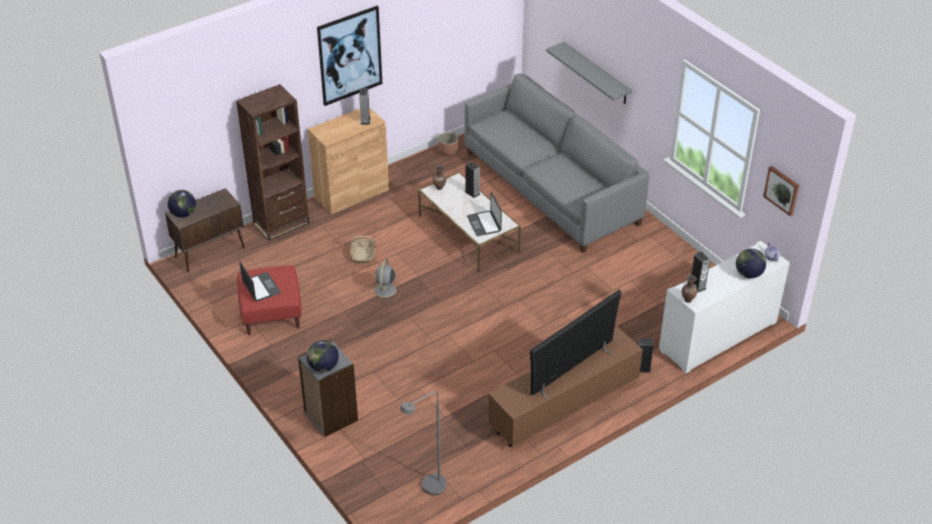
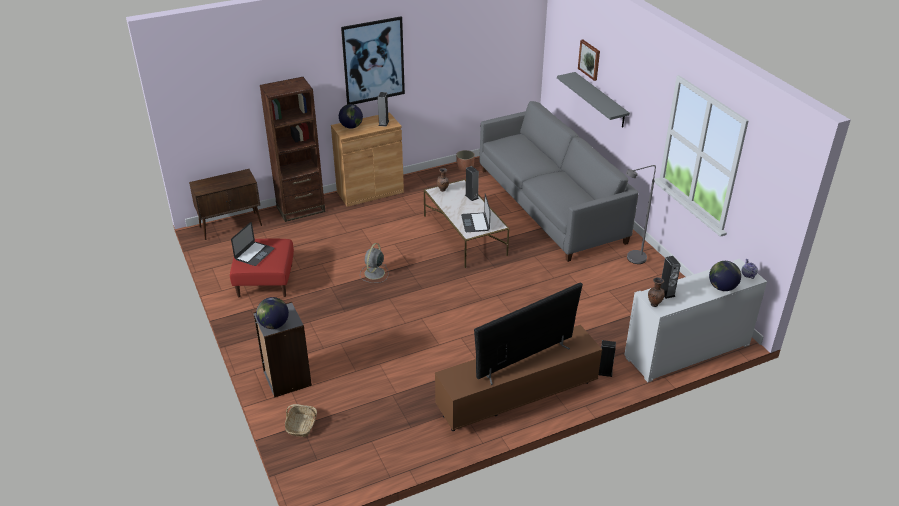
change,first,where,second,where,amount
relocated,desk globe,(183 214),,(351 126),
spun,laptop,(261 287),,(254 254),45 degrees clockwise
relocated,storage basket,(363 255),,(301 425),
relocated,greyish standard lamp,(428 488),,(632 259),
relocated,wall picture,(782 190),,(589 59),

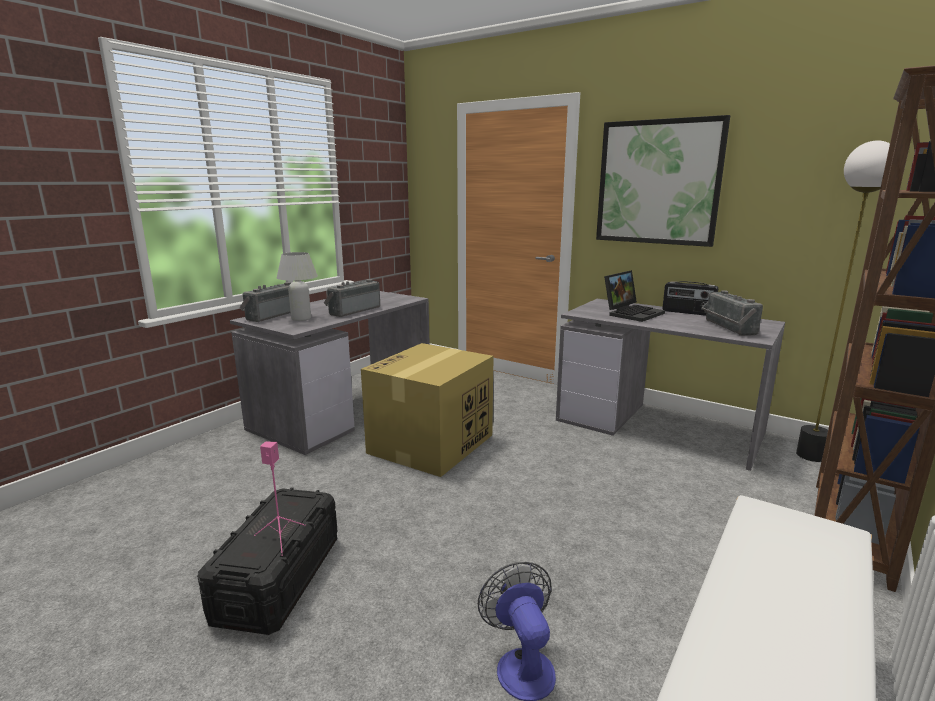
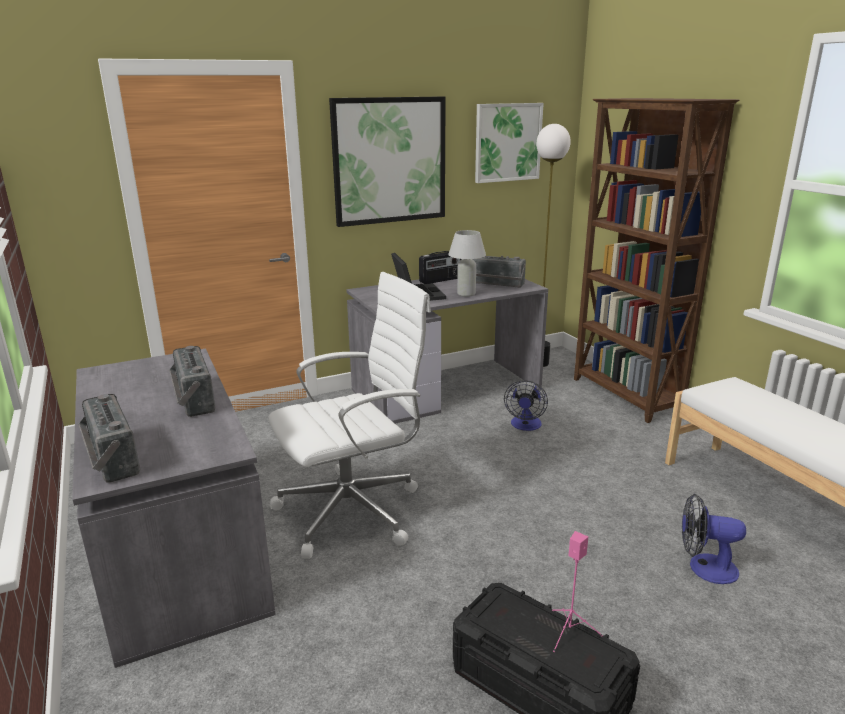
change,first,where,second,where,amount
relocated,white-coloured lamp for a table,(301 319),,(466 294),
exchanged,cardboard box,(430 444),white-coloured office chair,(354 510),
appeared,,,wall picture,(507 142),
appeared,,,electric fan,(525 426),

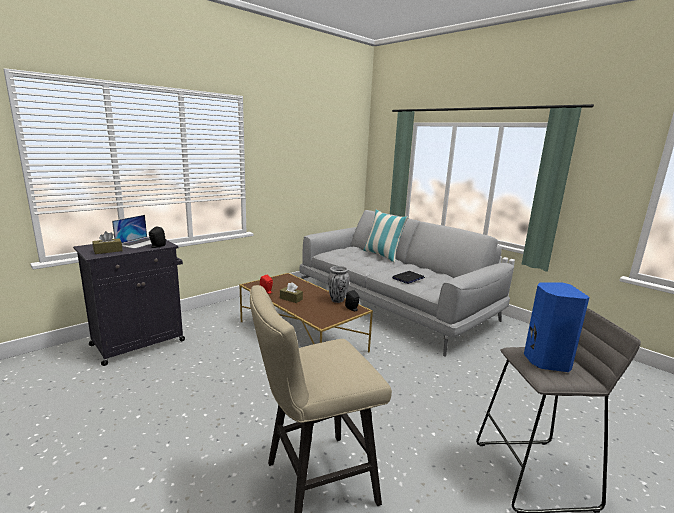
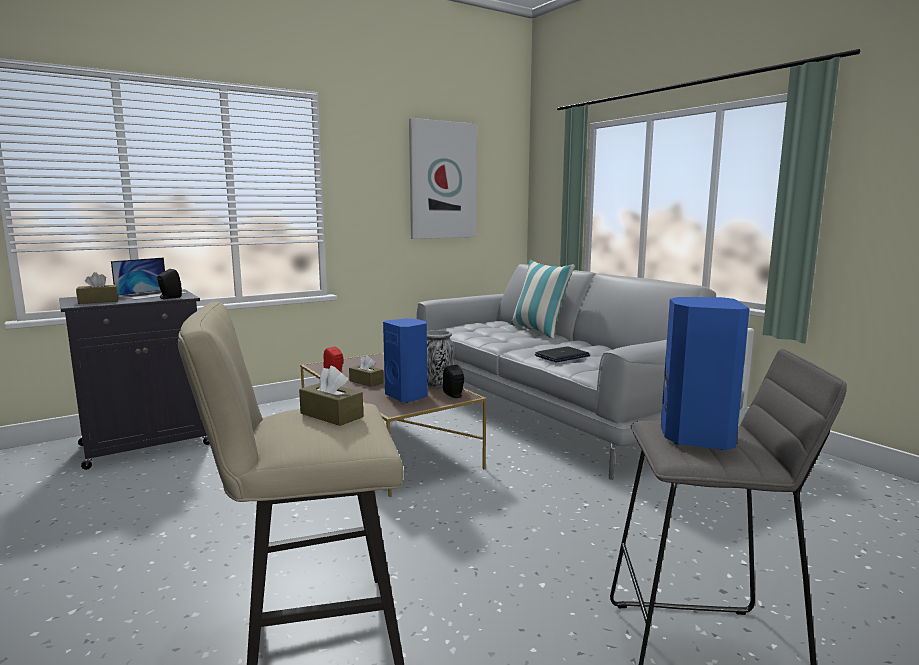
change,first,where,second,where,amount
appeared,,,brown-coloured tissue holder,(331 415),
appeared,,,bluish speaker,(408 396),
appeared,,,wall picture,(442 180),

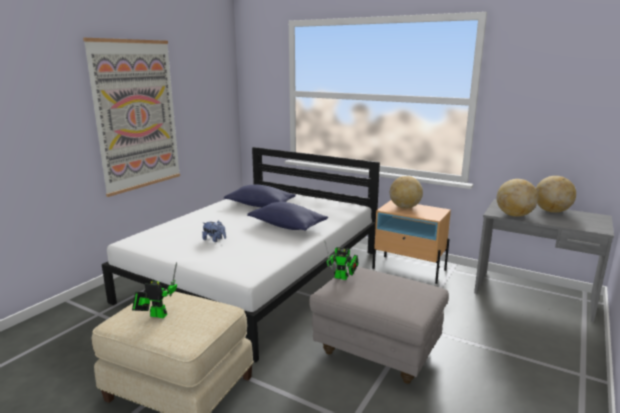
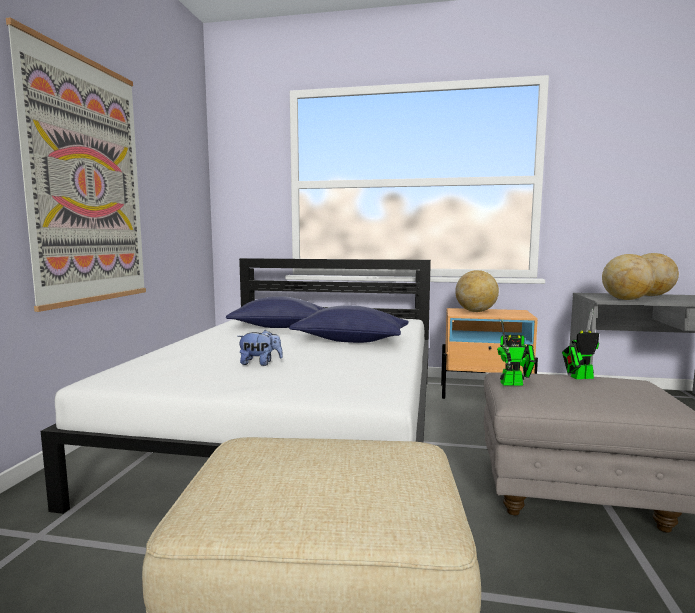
change,first,where,second,where,amount
relocated,robot figure,(156 315),,(578 377),

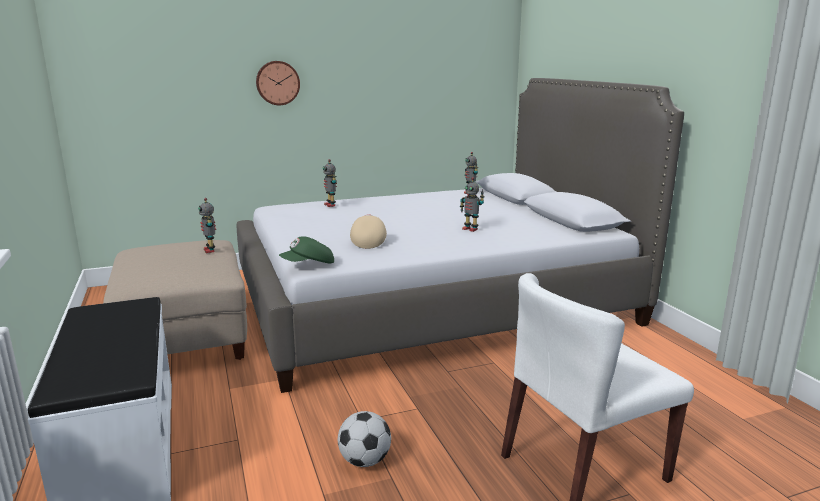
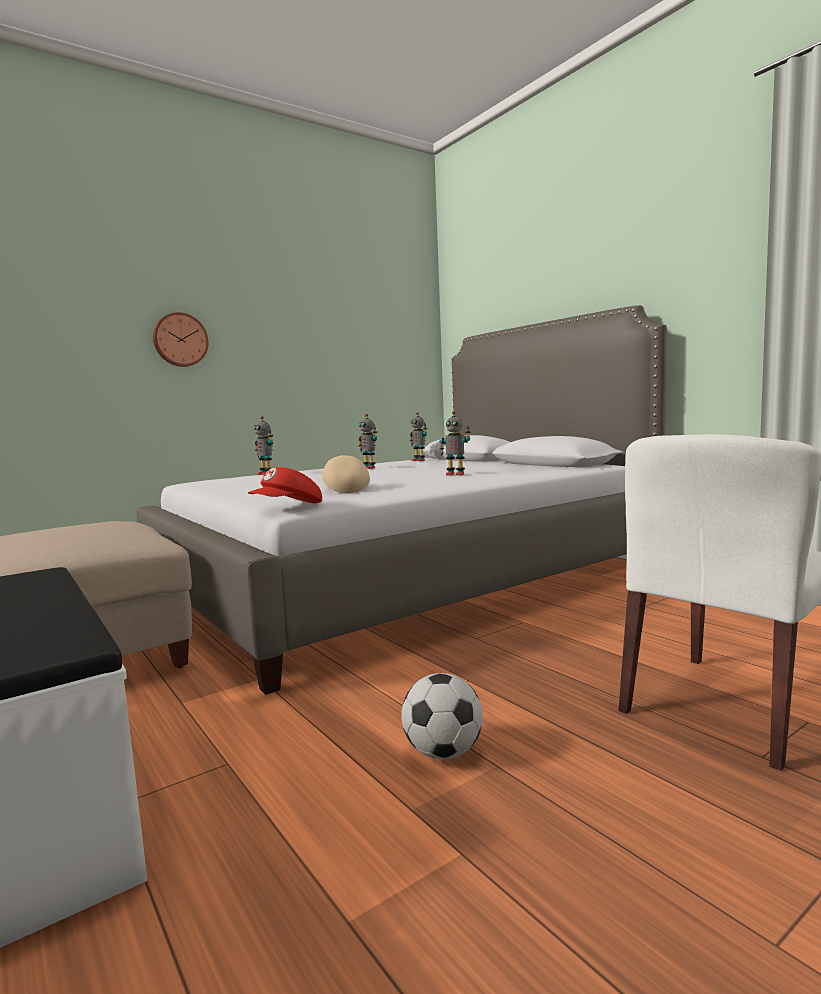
change,first,where,second,where,amount
relocated,robot figure,(210 250),,(368 468),
colour,green-coloured cap,(308 265),reddish cap,(288 507),

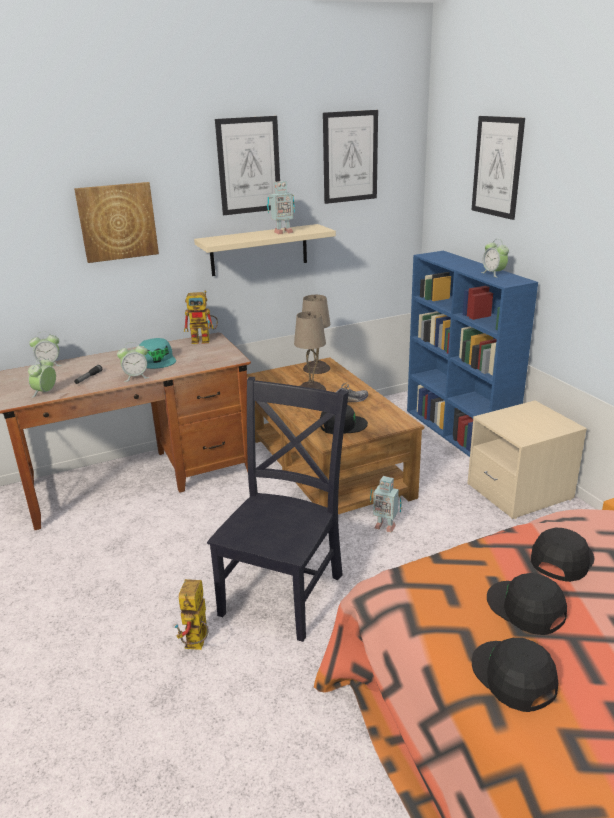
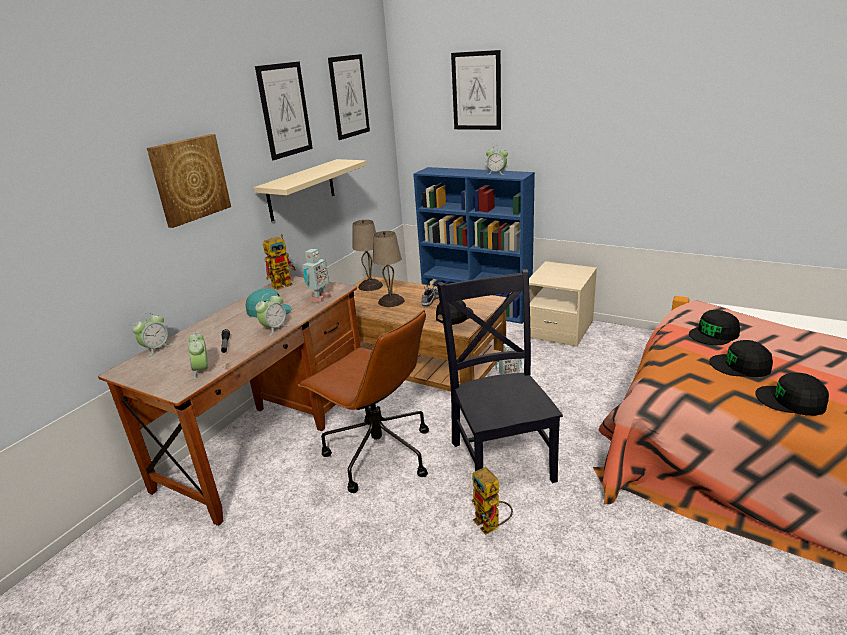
change,first,where,second,where,amount
relocated,robot figure,(282 232),,(319 298),
spun,black-coloured cap,(561 559),,(714 334),120 degrees counterclockwise
appeared,,,brown-coloured office chair,(377 454),

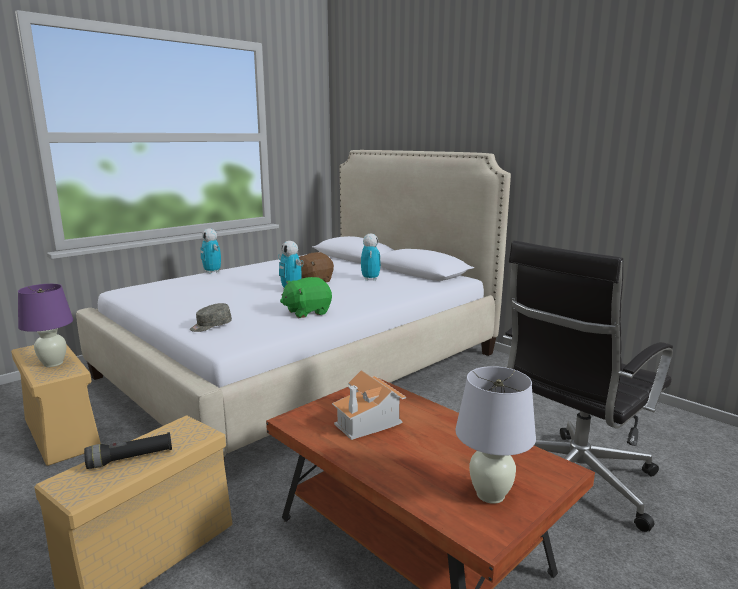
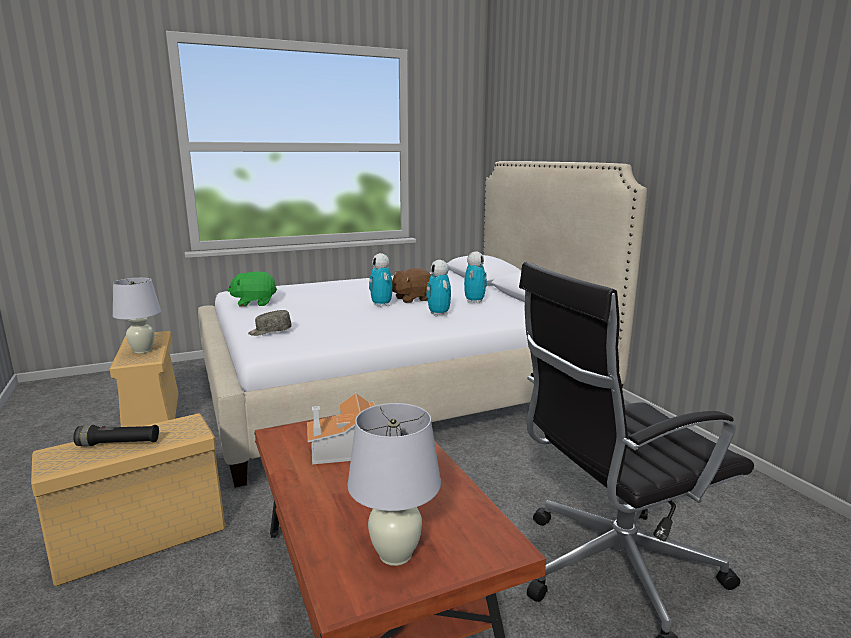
change,first,where,second,where,amount
colour,purplish lamp for a table,(53 363),white-coloured lamp for a table,(142 351),
relocated,robot figure,(212 272),,(439 314),
relocated,green-coloured soft toy,(307 312),,(254 303),

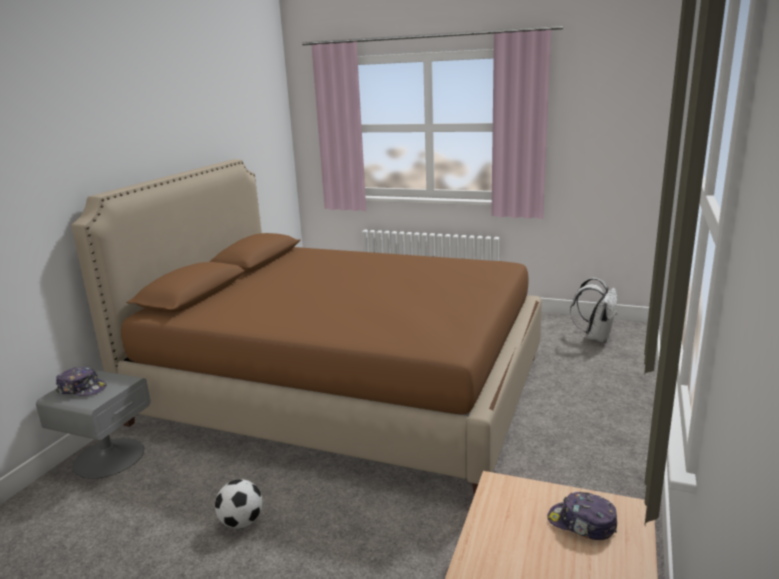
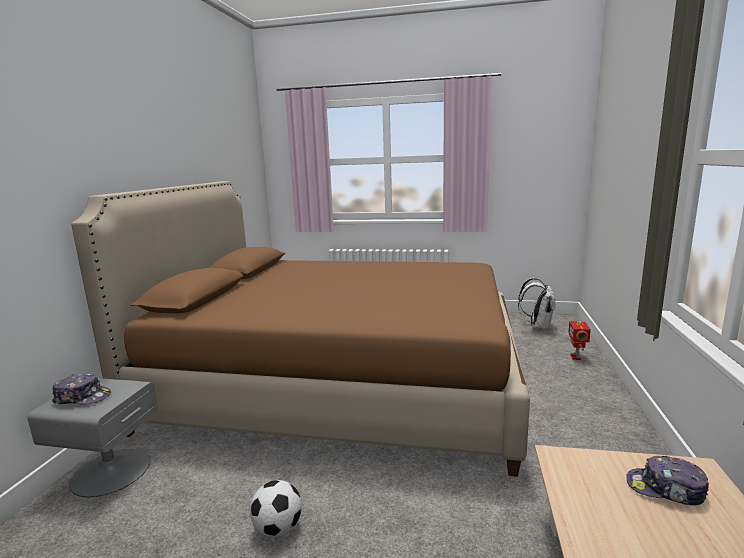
change,first,where,second,where,amount
appeared,,,robot figure,(576 357),

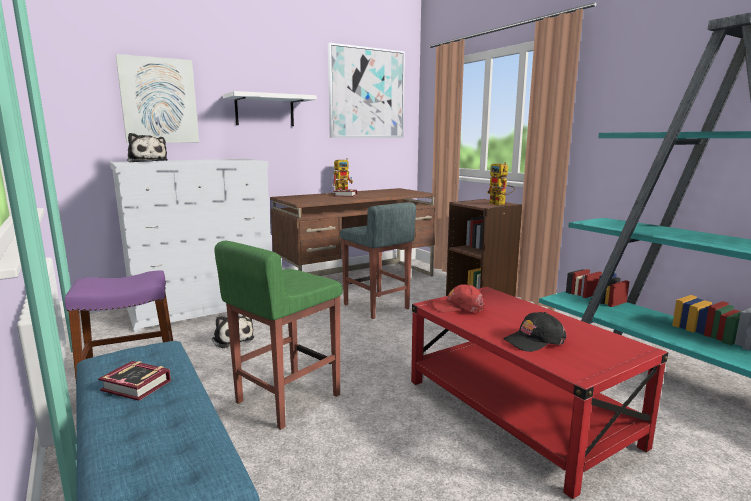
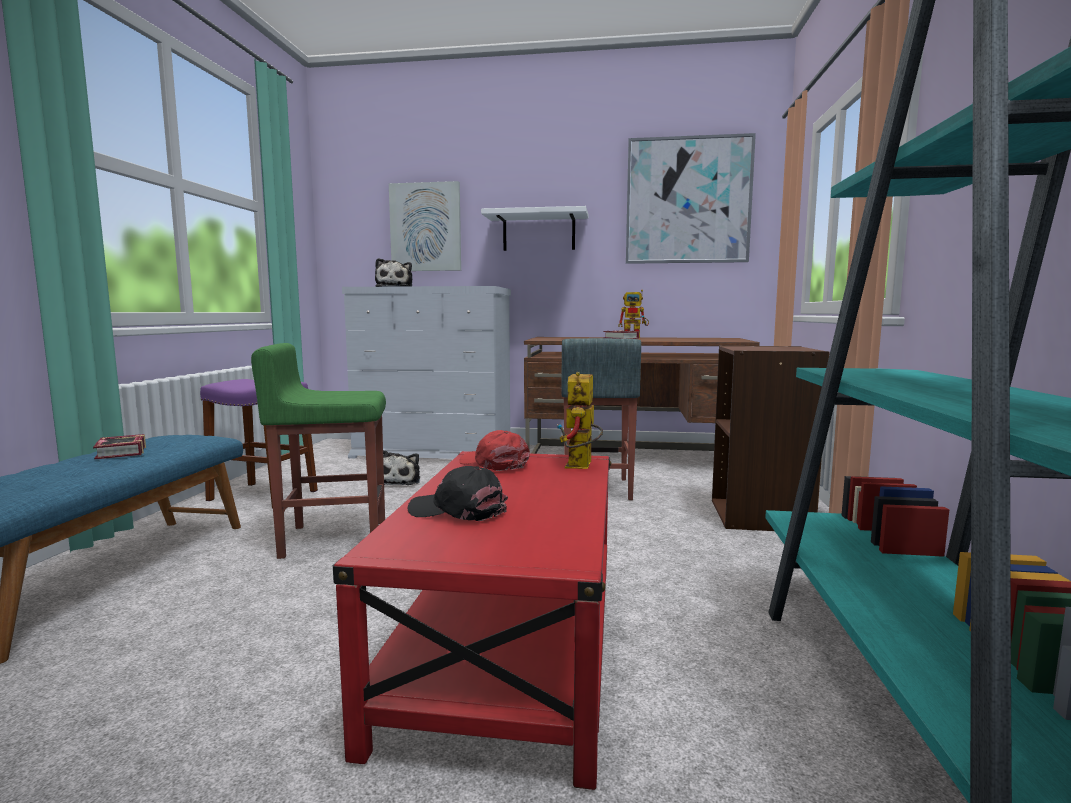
change,first,where,second,where,amount
relocated,robot figure,(500 204),,(581 467),

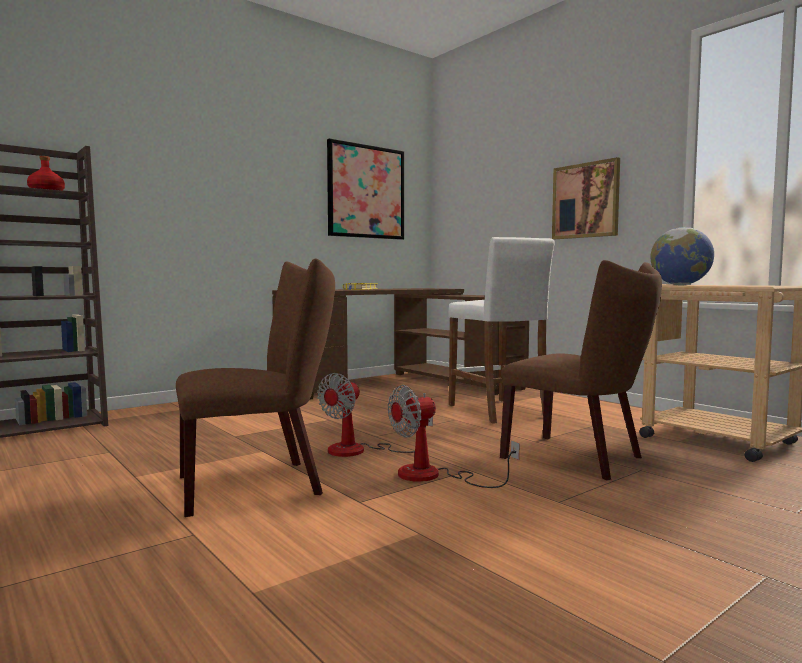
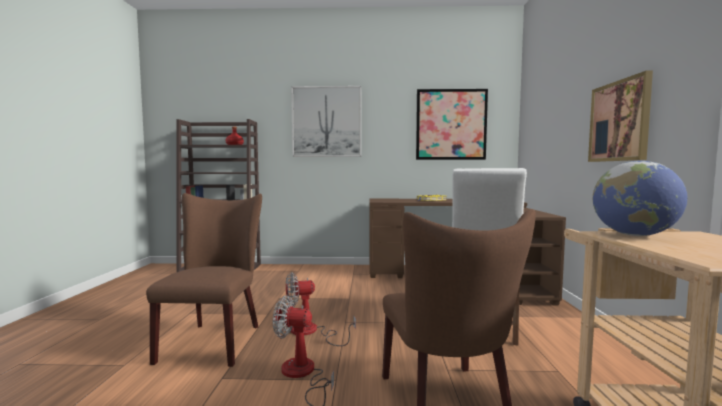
change,first,where,second,where,amount
spun,brown-coloured plain chair,(259 484),,(214 340),105 degrees counterclockwise
appeared,,,wall picture,(326 122),

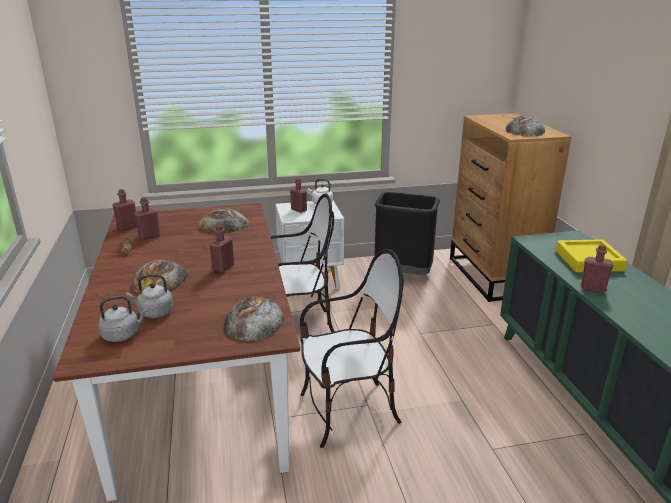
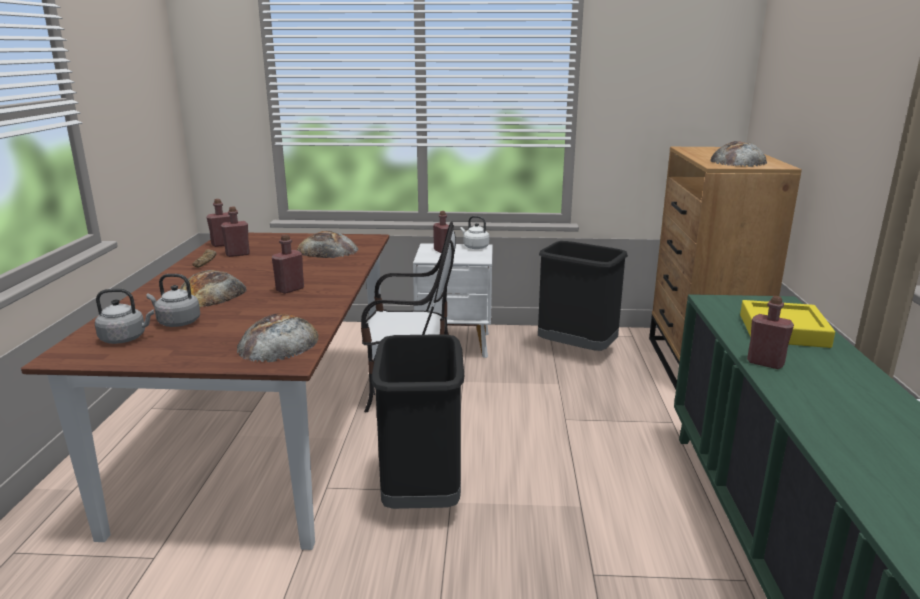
change,first,where,second,where,amount
exchanged,plain chair,(348 412),black-coloured waste bin,(422 495),

